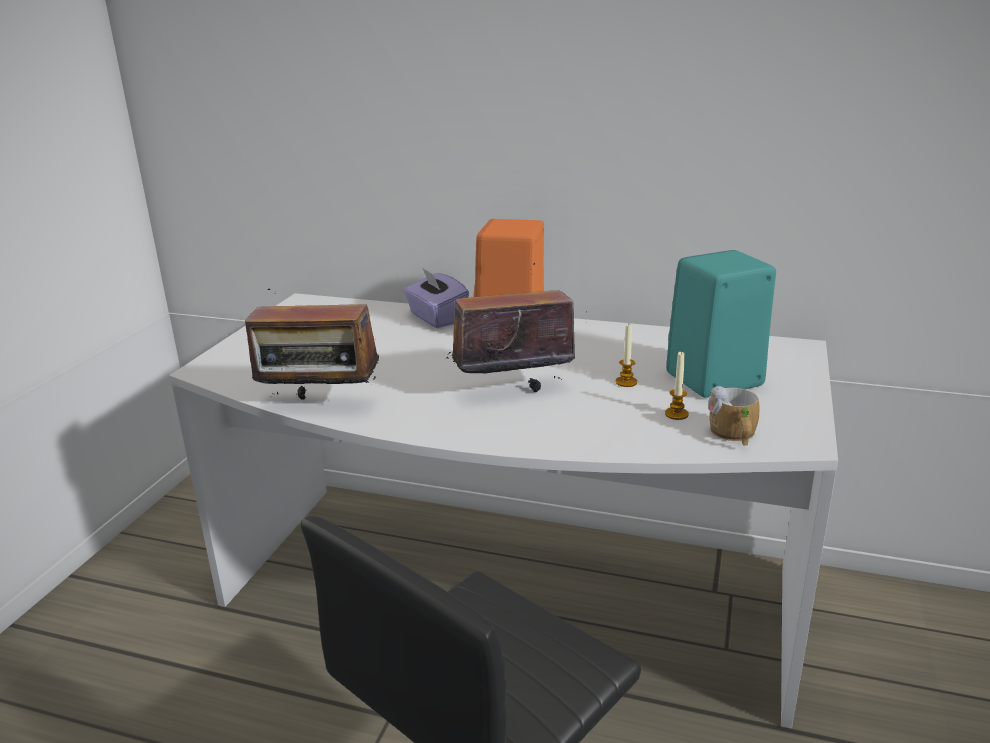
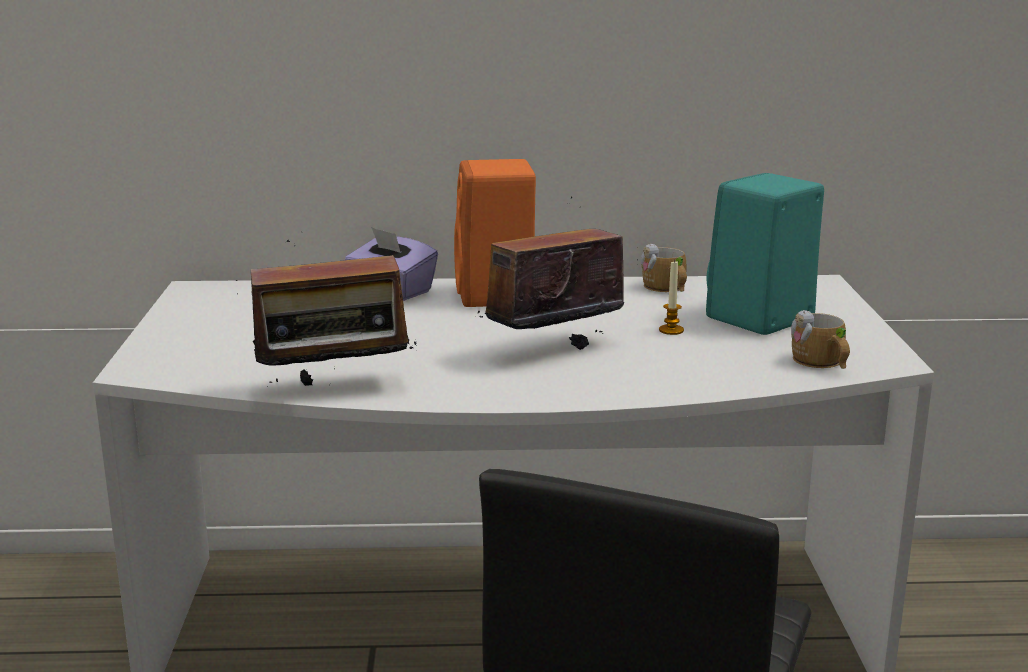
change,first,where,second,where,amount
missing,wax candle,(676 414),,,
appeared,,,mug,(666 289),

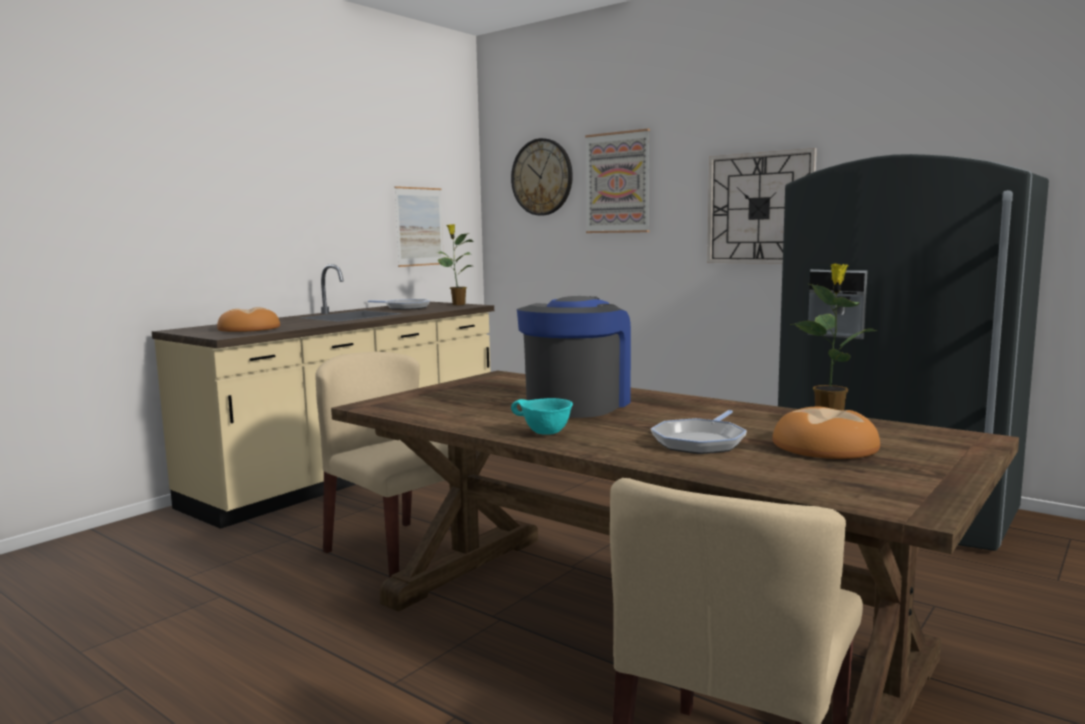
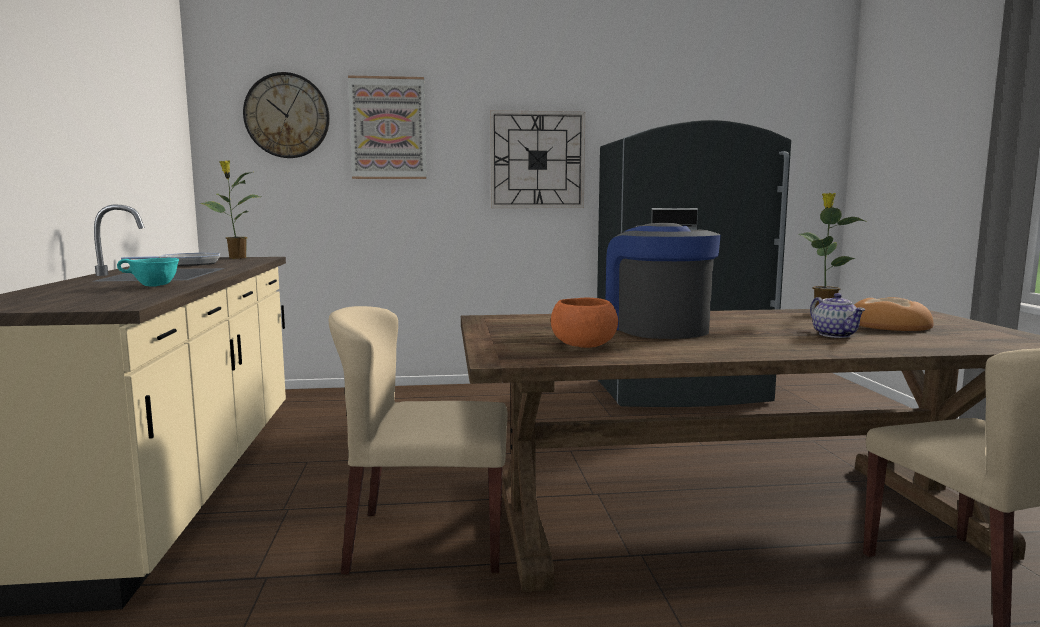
change,first,where,second,where,amount
missing,bakery bread,(250 329),,,
missing,wall picture,(419 226),,,
relocated,blue-green serving bowl,(544 433),,(153 286),
exchanged,frying pan,(700 442),teapot,(835 335),
appeared,,,orangey serving bowl,(583 346),

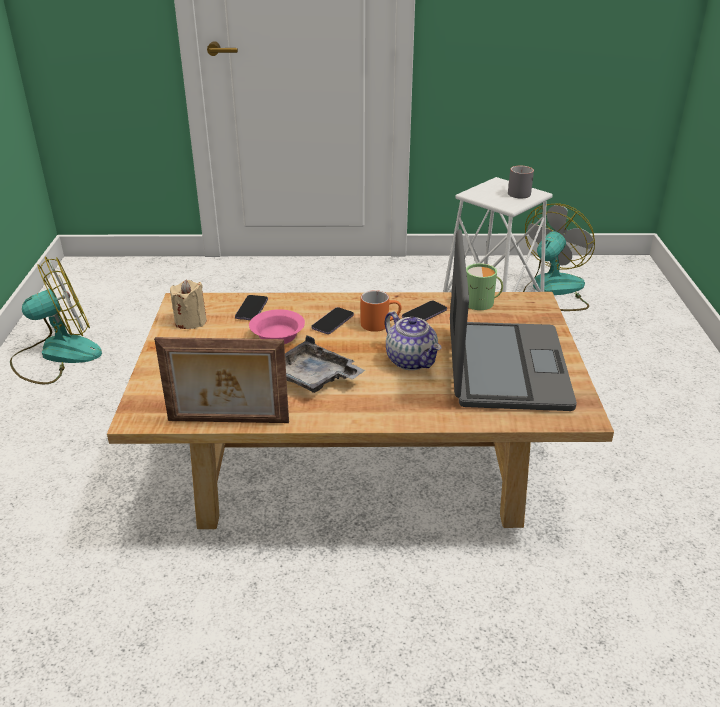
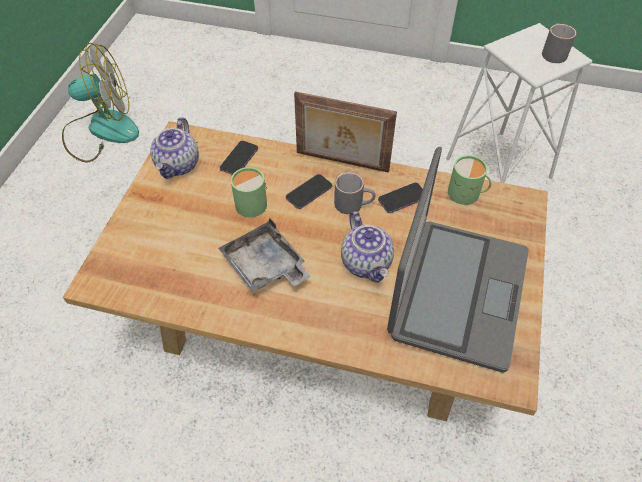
change,first,where,second,where,amount
relocated,picture frame,(228 422),,(342 163),
exchanged,sand-coloured wax candle,(190 321),teapot,(178 165),
exchanged,pink serving bowl,(276 337),green-coloured mug,(249 202),
colour,orangey mug,(380 324),greyish mug,(354 204),
missing,electric fan,(552 291),,,

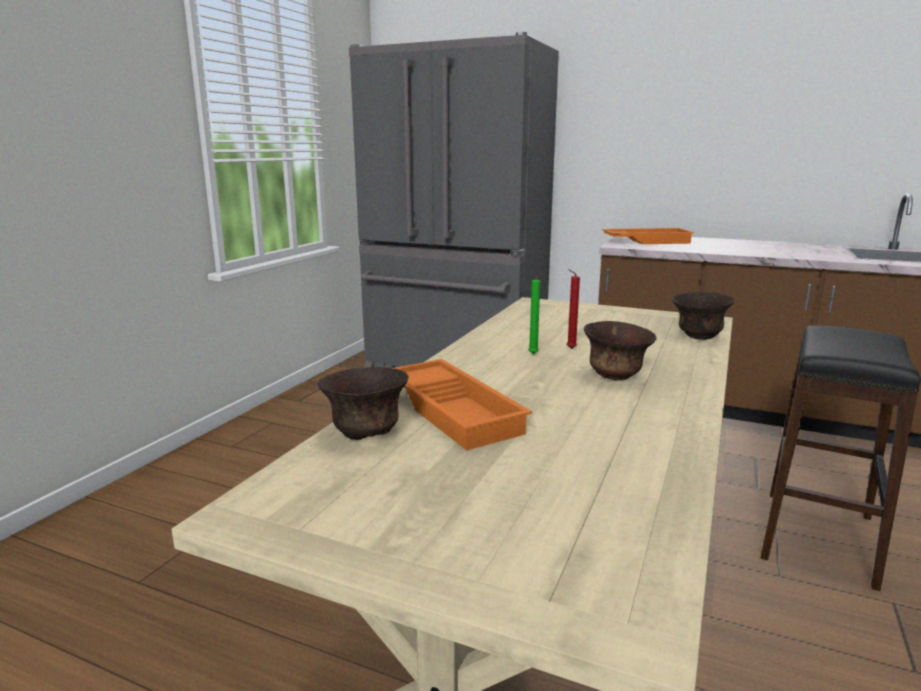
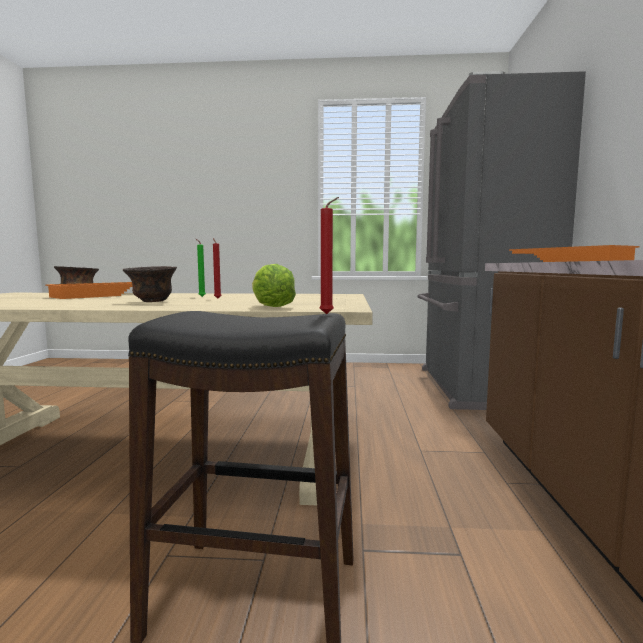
change,first,where,second,where,amount
exchanged,brown-coloured serving bowl,(698 337),lettuce head,(271 307),
appeared,,,reddish wax candle,(329 314),

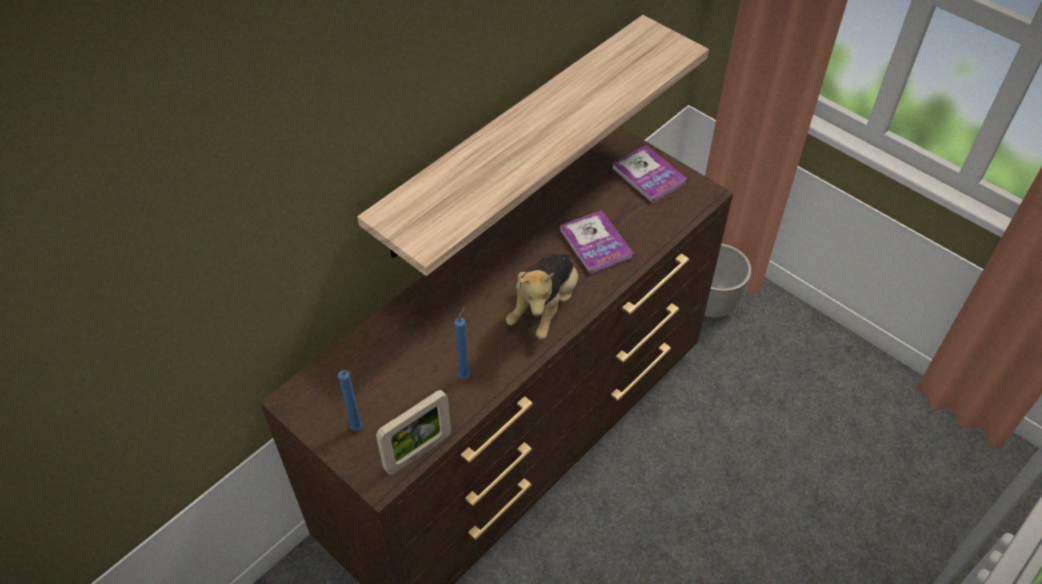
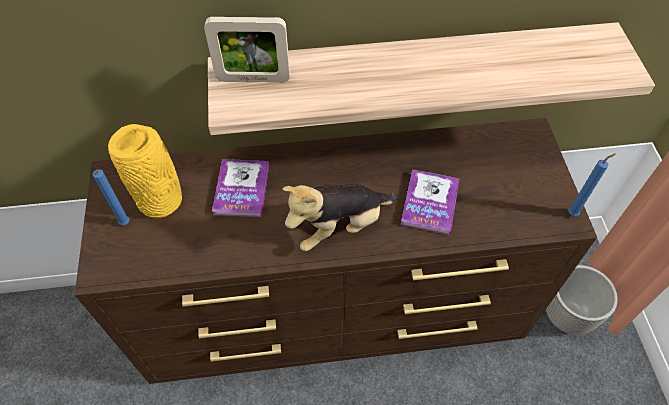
change,first,where,second,where,amount
relocated,picture frame,(418 452),,(253 79),
relocated,bluish wax candle,(465 375),,(574 213),
relocated,book,(648 175),,(241 189),
appeared,,,yellow vase,(162 200),

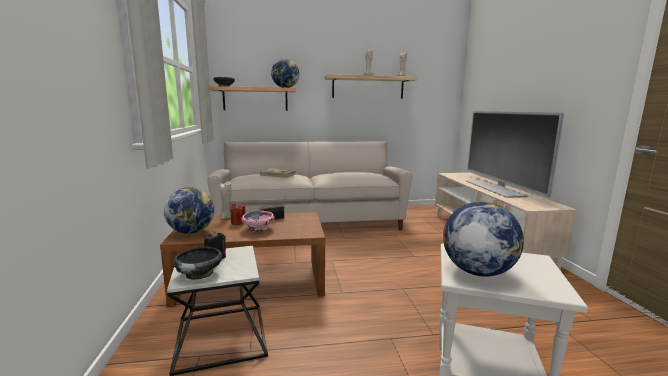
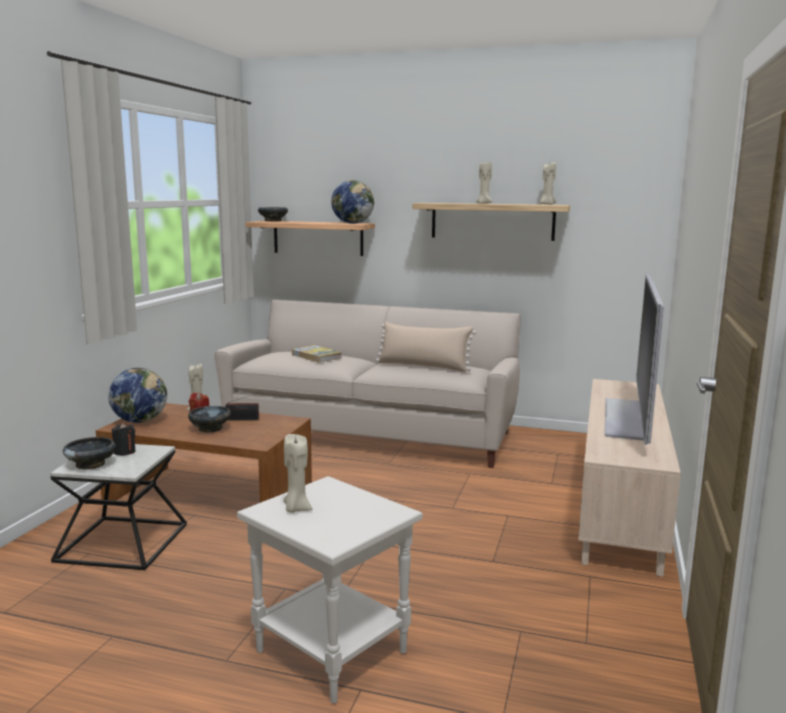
change,first,where,second,where,amount
colour,pink serving bowl,(258 229),black-coloured serving bowl,(210 429),
exchanged,desk globe,(477 272),sand-coloured wax candle,(296 508),
appeared,,,sand-coloured pillow,(423 366),

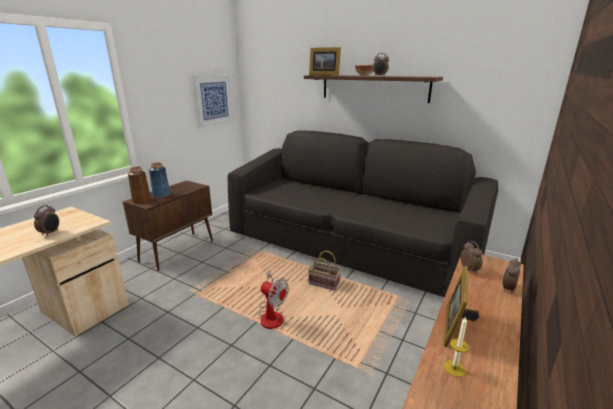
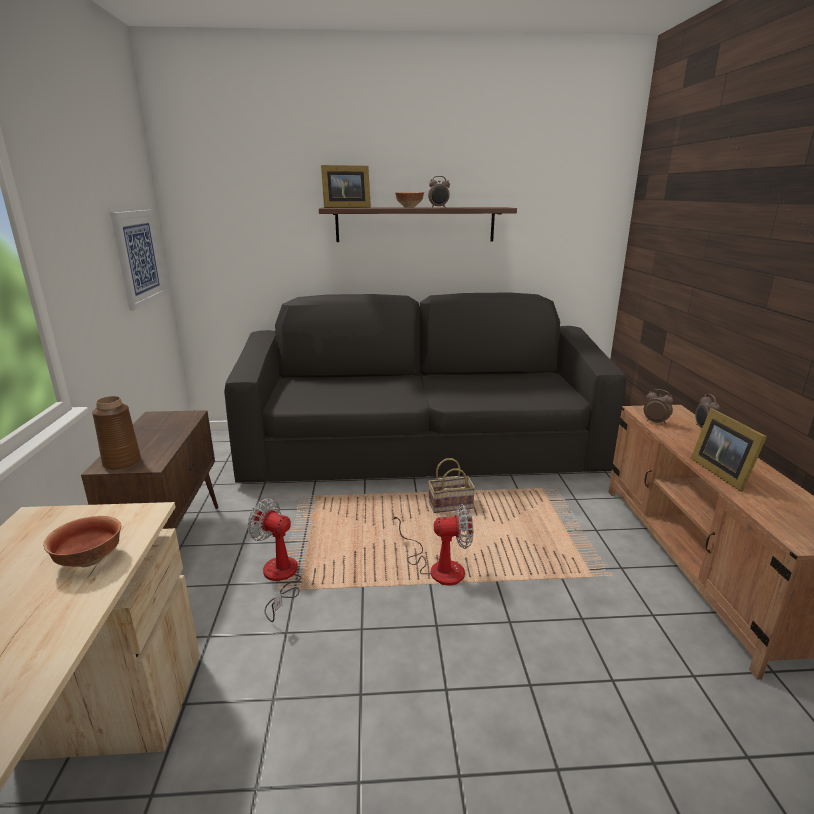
change,first,where,second,where,amount
exchanged,bedside clock,(51 233),serving bowl,(89 559),
missing,bluish vase,(161 195),,,
missing,wax candle,(454 368),,,
appeared,,,electric fan,(280 578),

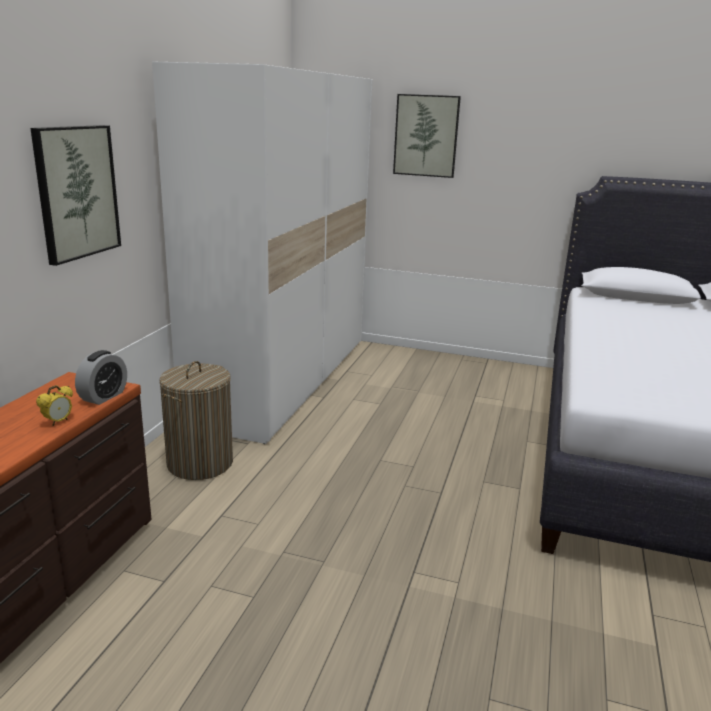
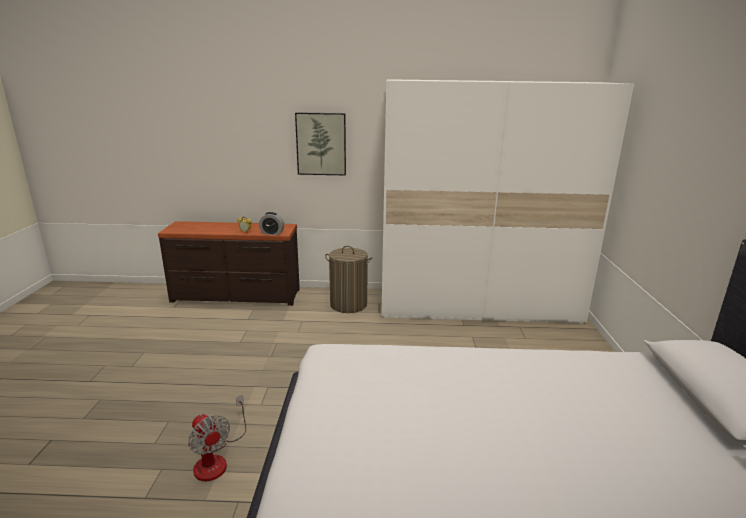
change,first,where,second,where,amount
missing,wall picture,(426 136),,,
appeared,,,electric fan,(216 459),

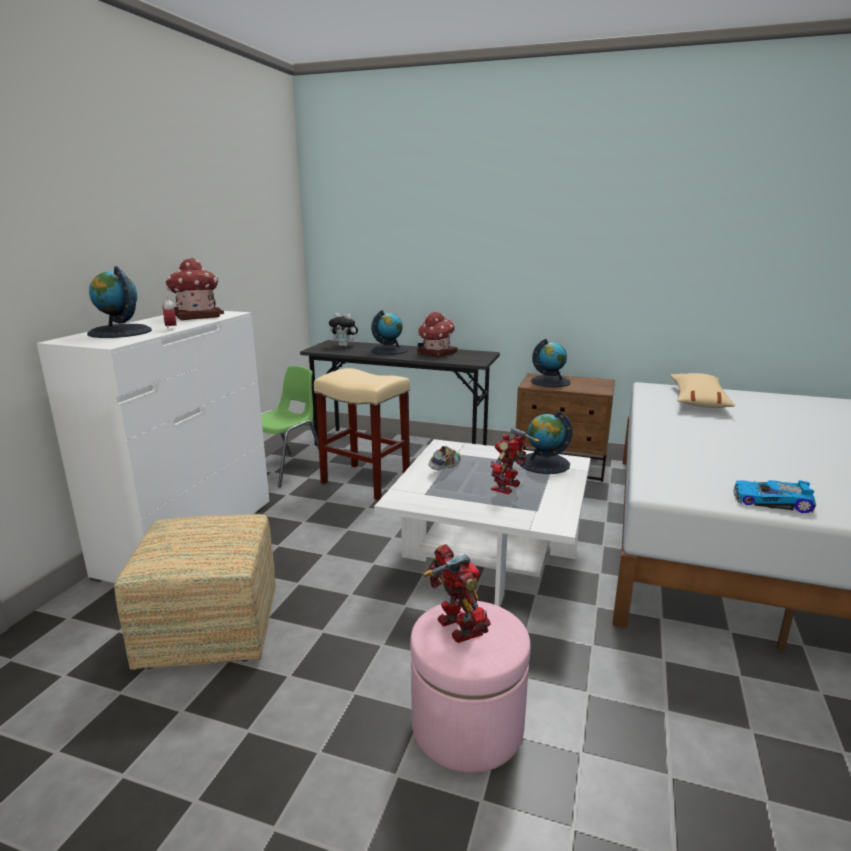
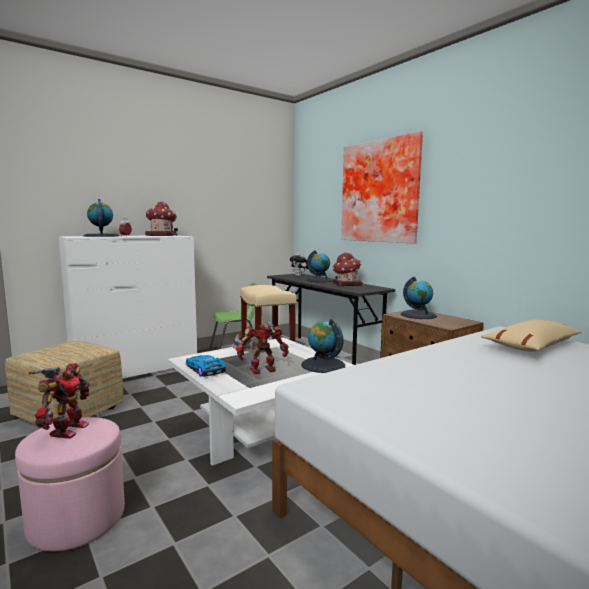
change,first,where,second,where,amount
relocated,toy car,(772 502),,(204 369),
appeared,,,wall picture,(381 192),

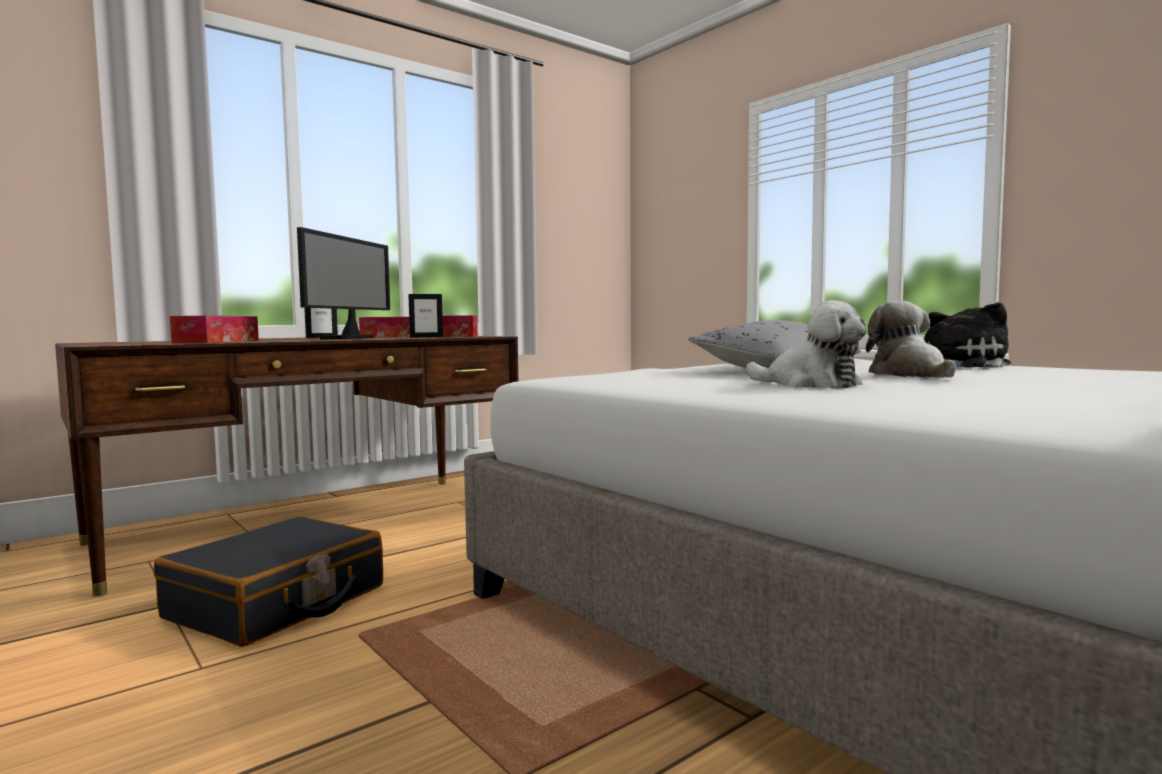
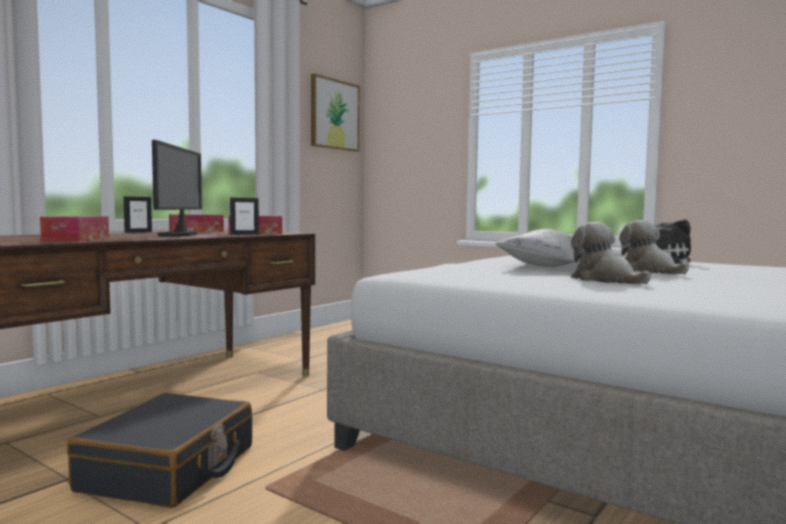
change,first,where,second,where,amount
spun,soft toy,(809 384),,(605 280),150 degrees counterclockwise
appeared,,,wall picture,(334 114),

